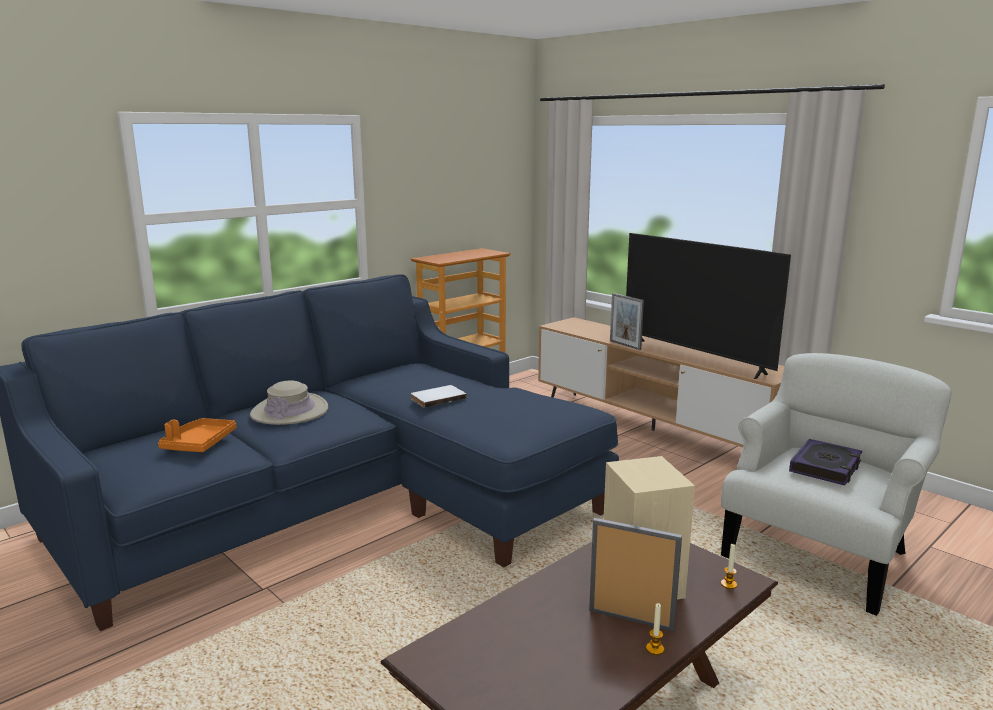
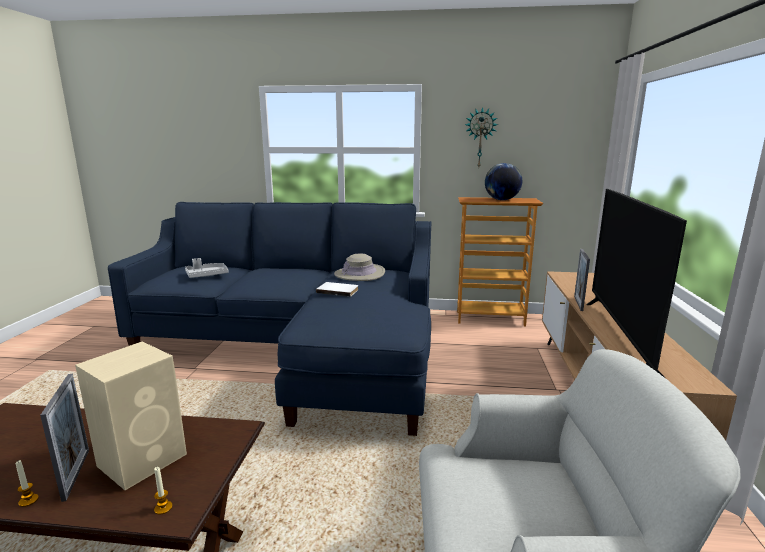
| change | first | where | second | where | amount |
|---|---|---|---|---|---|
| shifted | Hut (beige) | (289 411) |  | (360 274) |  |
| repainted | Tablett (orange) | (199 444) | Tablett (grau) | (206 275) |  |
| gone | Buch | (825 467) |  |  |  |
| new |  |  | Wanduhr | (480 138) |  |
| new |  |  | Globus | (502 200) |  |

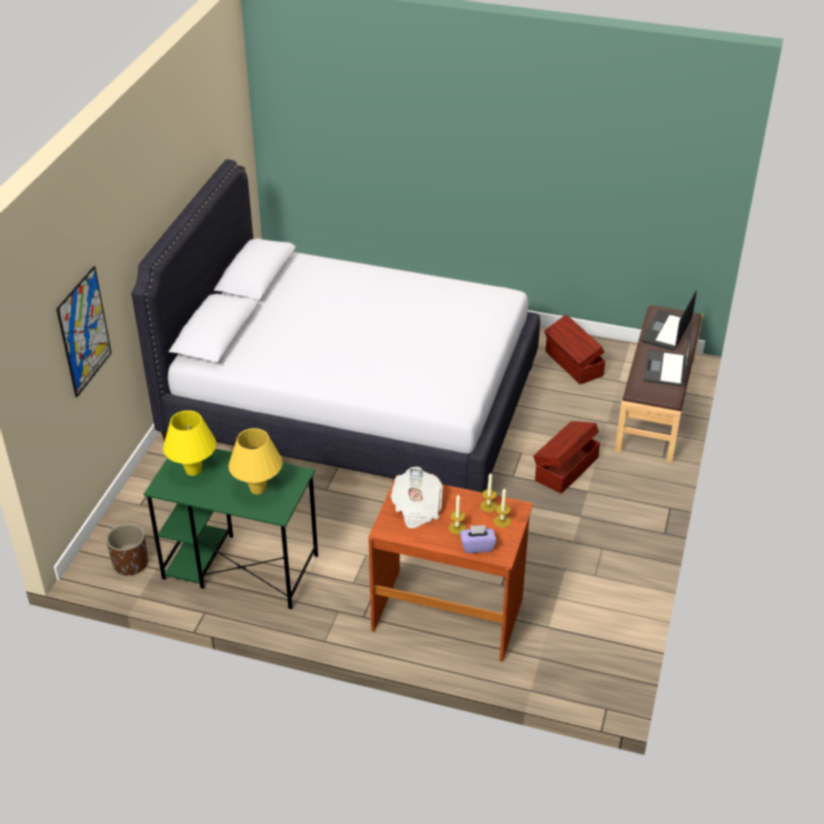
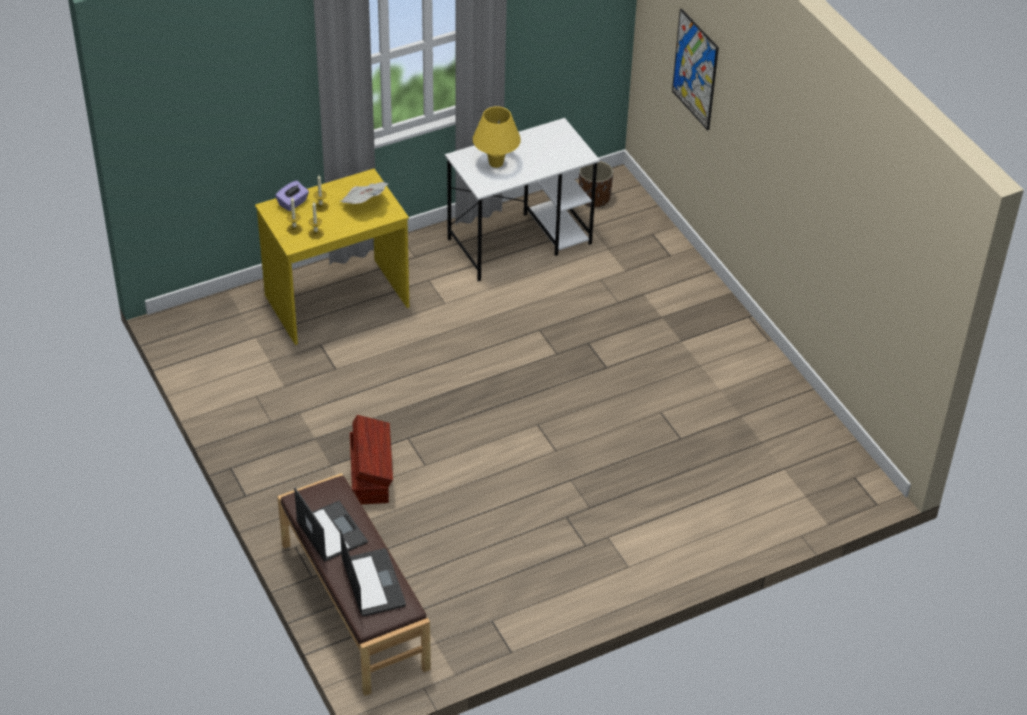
| change | first | where | second | where | amount |
|---|---|---|---|---|---|
| gone | Bett (weiß) | (353 404) |  |  |  |
| gone | Aufbewahrungsbox (braun) | (573 364) |  |  |  |
| gone | Tischlampe (gelb) | (193 470) |  |  |  |
| repainted | Schreibtisch (grün) | (239 567) | Schreibtisch (weiß) | (520 241) |  |
| repainted | Schreibtisch (braun) | (448 613) | Schreibtisch (gelb) | (337 302) |  |

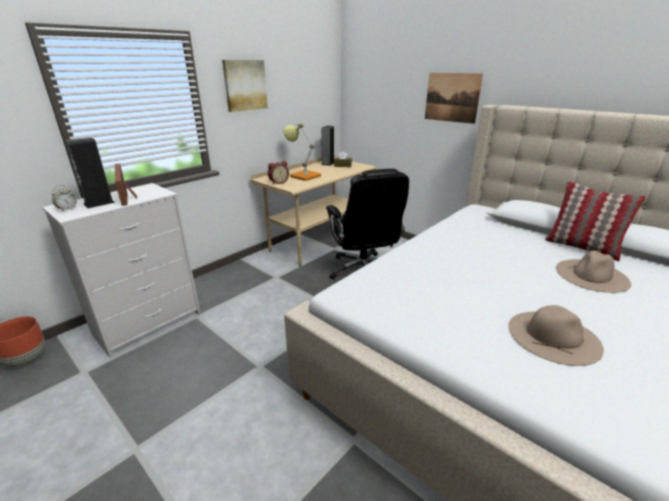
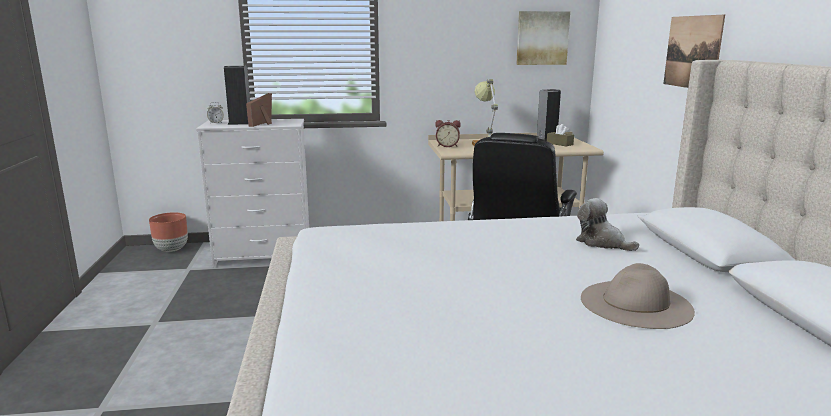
| change | first | where | second | where | amount |
|---|---|---|---|---|---|
| shifted | Bild | (245 85) |  | (542 38) |  |
| gone | Kissen | (582 247) |  |  |  |
| gone | Hut (beige) | (553 336) |  |  |  |
| new |  |  | Plüschtier | (602 243) |  |

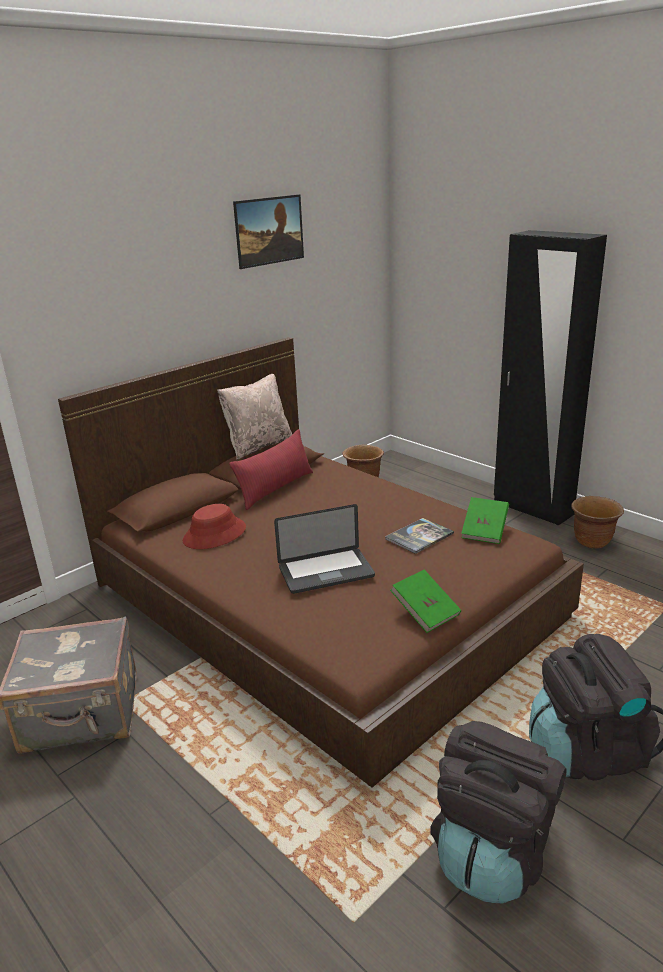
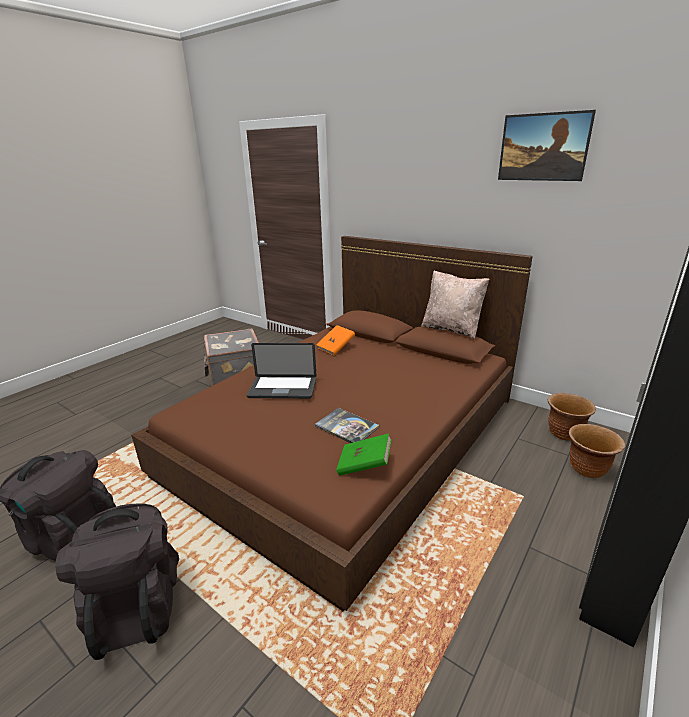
| change | first | where | second | where | amount |
|---|---|---|---|---|---|
| gone | Kissen (rot) | (275 488) |  |  |  |
| shifted | Pflanzkübel (braun) | (592 541) |  | (587 469) |  |
| swapped | Hut (rot) | (215 534) | Buch (orange) | (336 348) |  |
| rotated | Laptop | (326 572) |  | (282 389) | 60 degrees counterclockwise |
| gone | Buch (grün) | (425 613) |  |  |  |

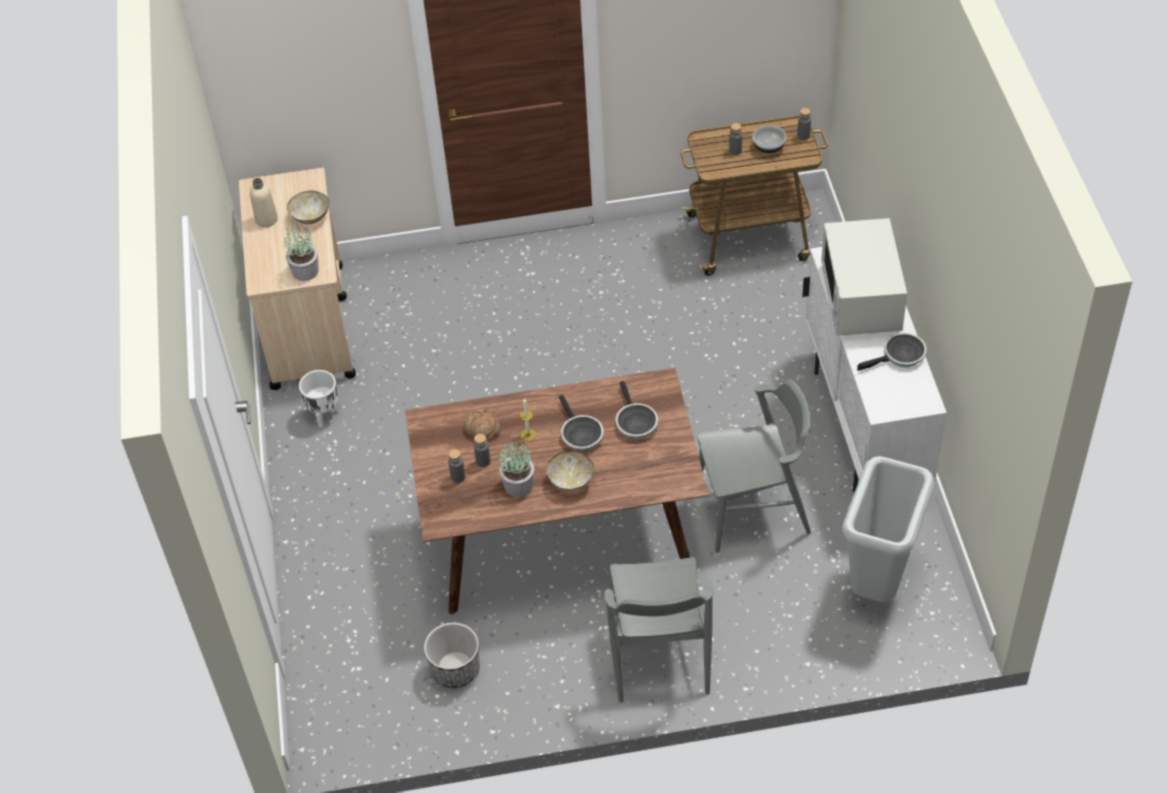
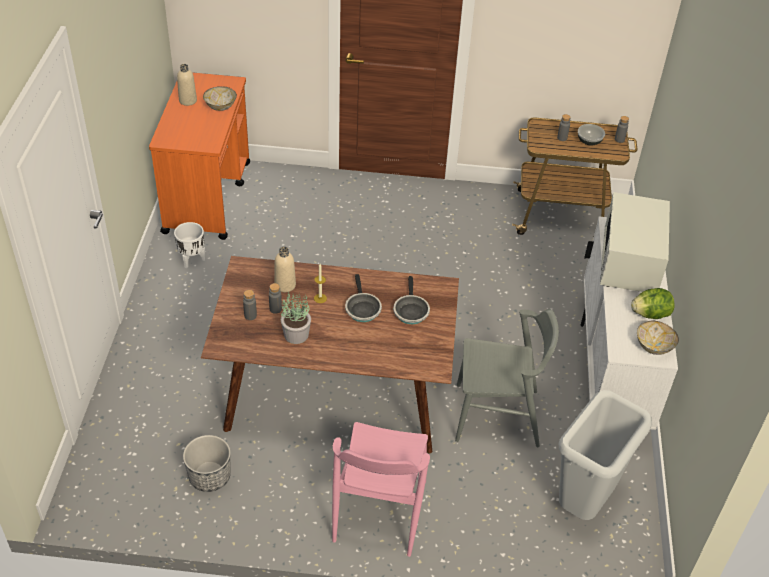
| change | first | where | second | where | amount |
|---|---|---|---|---|---|
| repainted | Rollwagen (beige) | (308 325) | Rollwagen (orange) | (208 196) |  |
| gone | Topfpflanze | (305 271) |  |  |  |
| swapped | Pfanne | (900 356) | Salatkopf | (650 314) |  |
| swapped | Brot | (482 429) | Flasche (beige) | (285 285) |  |
| shifted | Schüssel | (571 481) |  | (654 347) |  |
| repainted | Stuhl (grau) | (659 654) | Stuhl (rosa) | (379 511) |  |

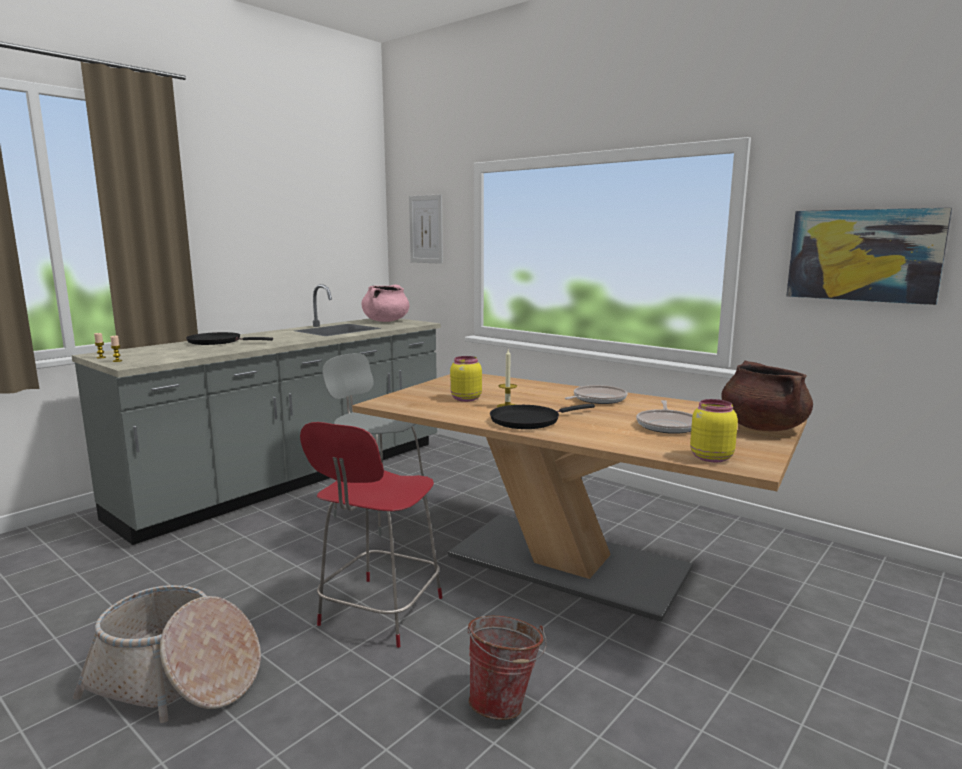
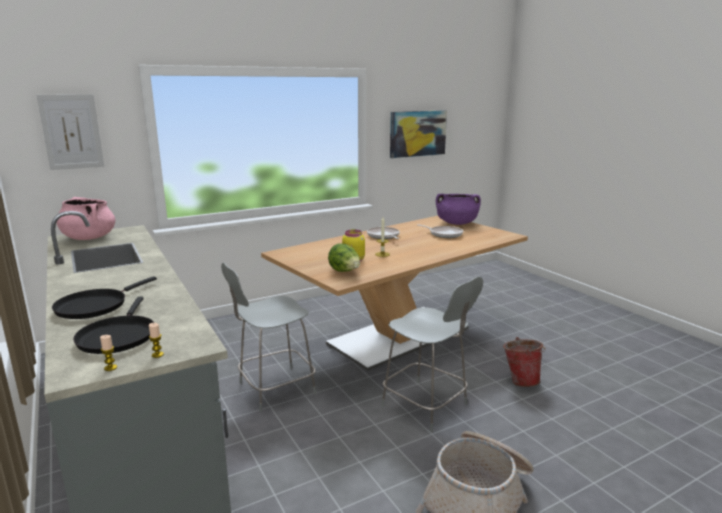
| change | first | where | second | where | amount |
|---|---|---|---|---|---|
| repainted | Kochtopf (braun) | (762 427) | Kochtopf (lila) | (456 223) |  |
| gone | Vorratsglas (gelb) | (710 457) |  |  |  |
| shifted | Pfanne (schwarz) | (528 420) |  | (118 336) |  |
| repainted | Stuhl (rot) | (379 613) | Stuhl (grau) | (427 406) |  |
| new |  |  | Salatkopf | (345 272) |  |

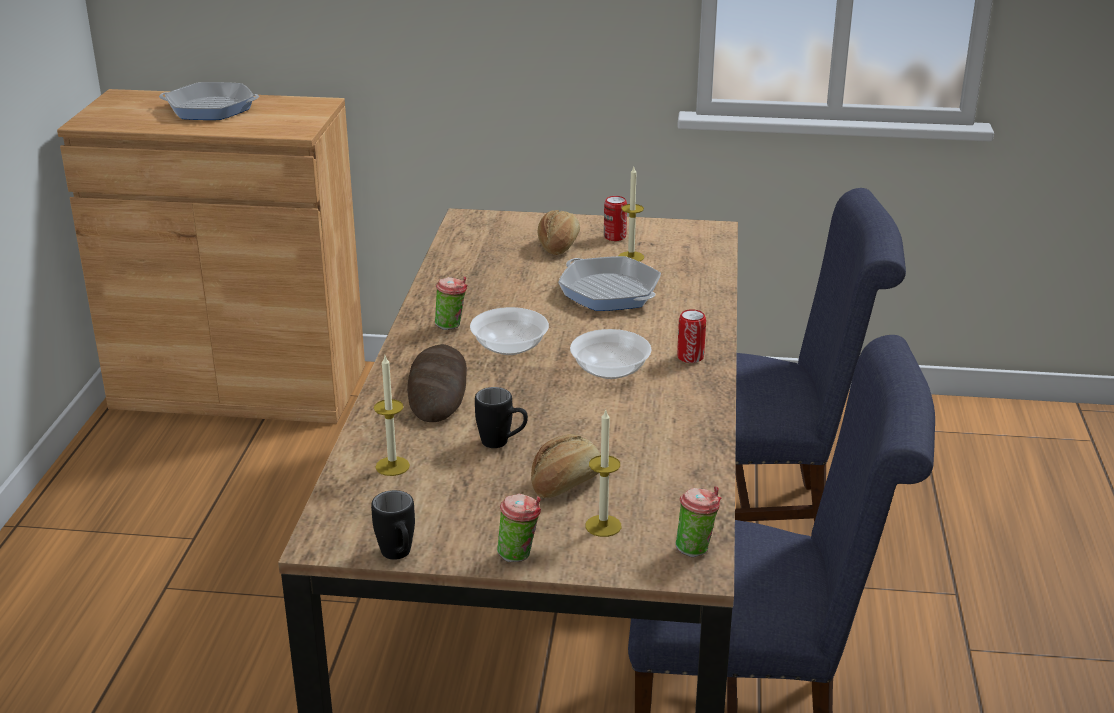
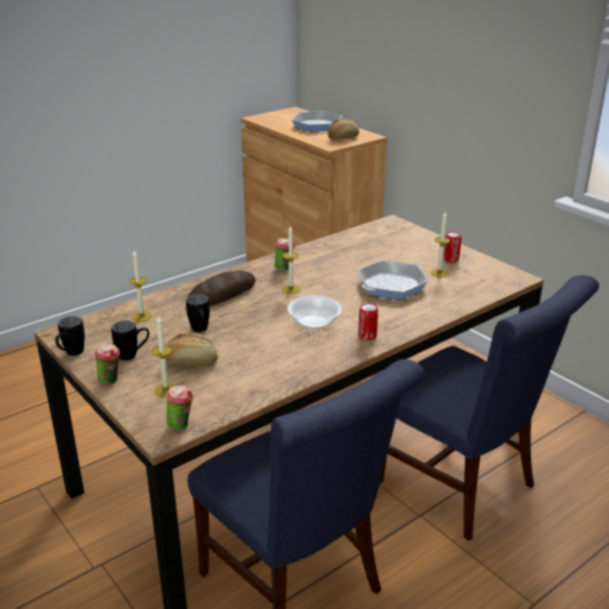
| change | first | where | second | where | amount |
|---|---|---|---|---|---|
| shifted | Brot | (558 245) |  | (342 138) |  |
| rotated | Pfanne | (609 292) |  | (391 285) | 135 degrees counterclockwise |
| swapped | Schüssel | (509 346) | Kerze | (291 289) |  |
| new |  |  | Henkelbecher (schwarz) | (133 355) |  |

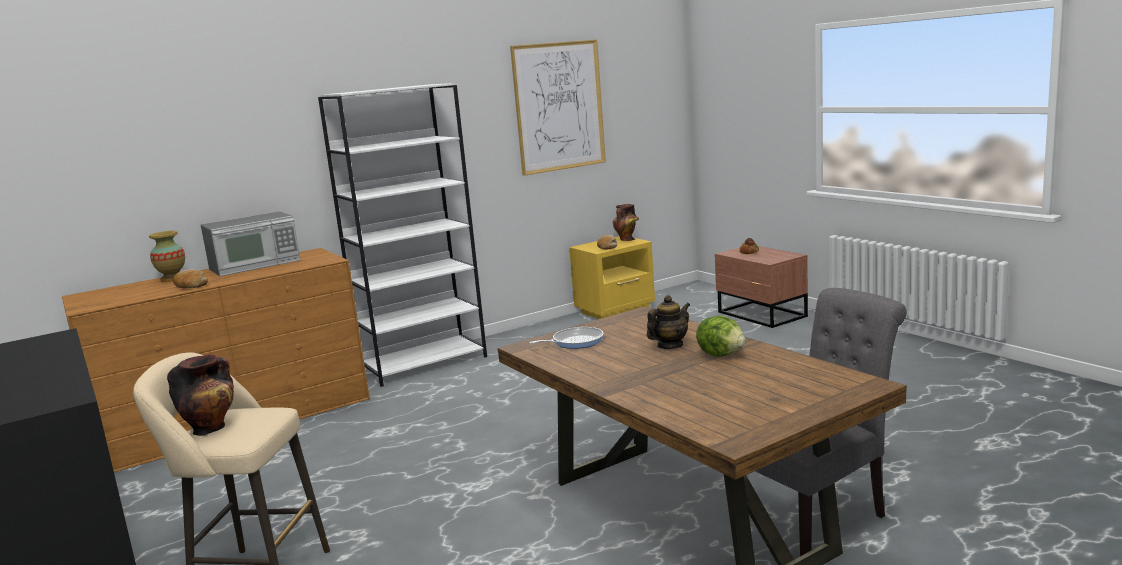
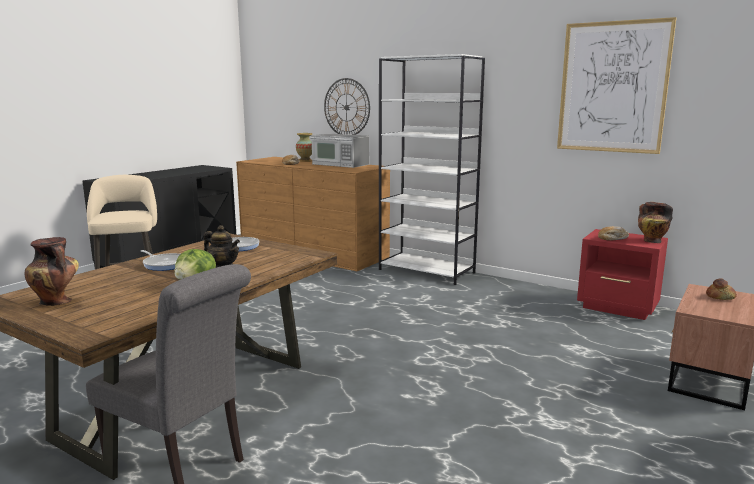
| change | first | where | second | where | amount |
|---|---|---|---|---|---|
| repainted | Nachttisch (gelb) | (616 310) | Nachttisch (rot) | (618 307) |  |
| shifted | Vase | (211 428) |  | (57 302) |  |
| new |  |  | Wanduhr | (346 107) |  |
| new |  |  | Pfanne | (165 264) |  |

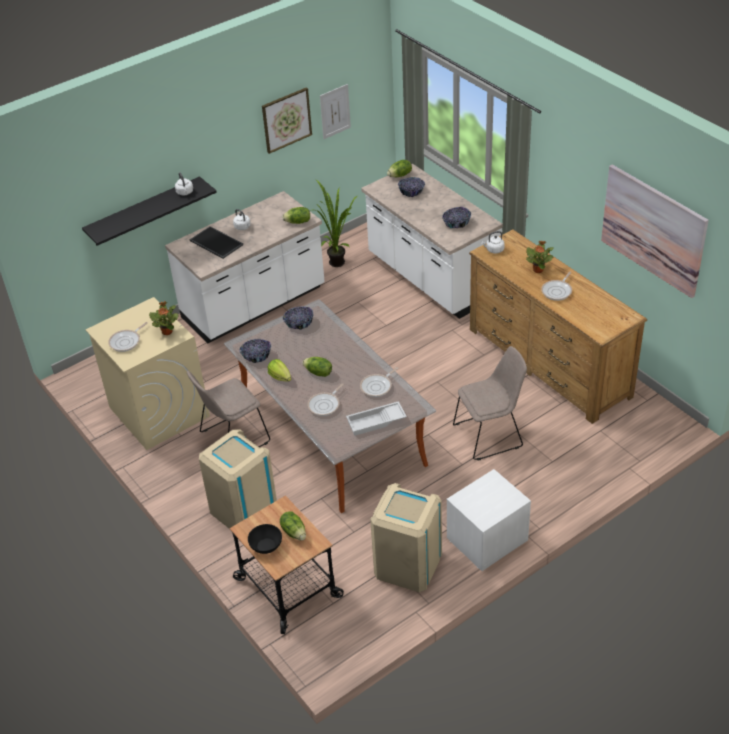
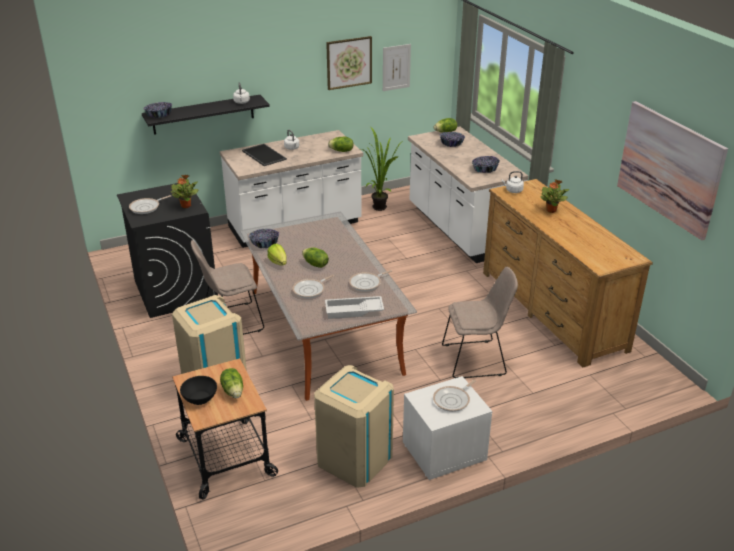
| change | first | where | second | where | amount |
|---|---|---|---|---|---|
| shifted | Pfanne | (557 291) |  | (453 400) |  |
| repainted | Waschmaschine (beige) | (158 411) | Waschmaschine (schwarz) | (175 290) |  |
| shifted | Schüssel | (299 323) |  | (159 115) |  |

